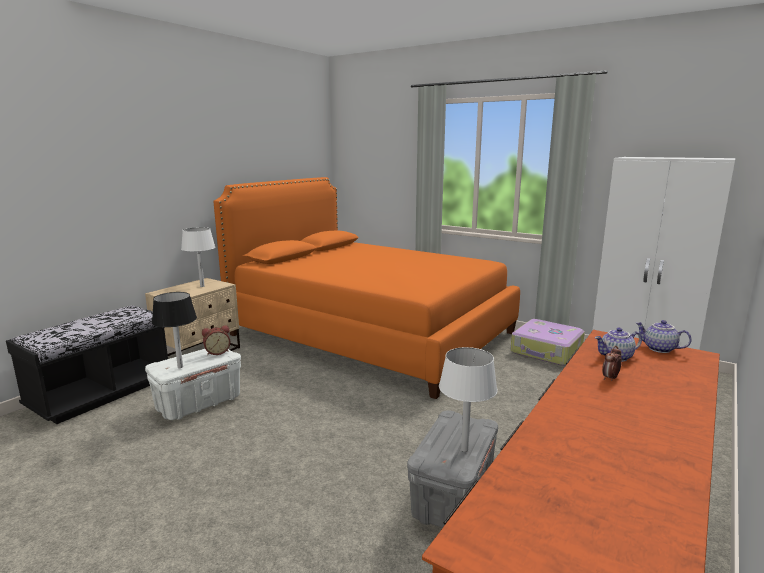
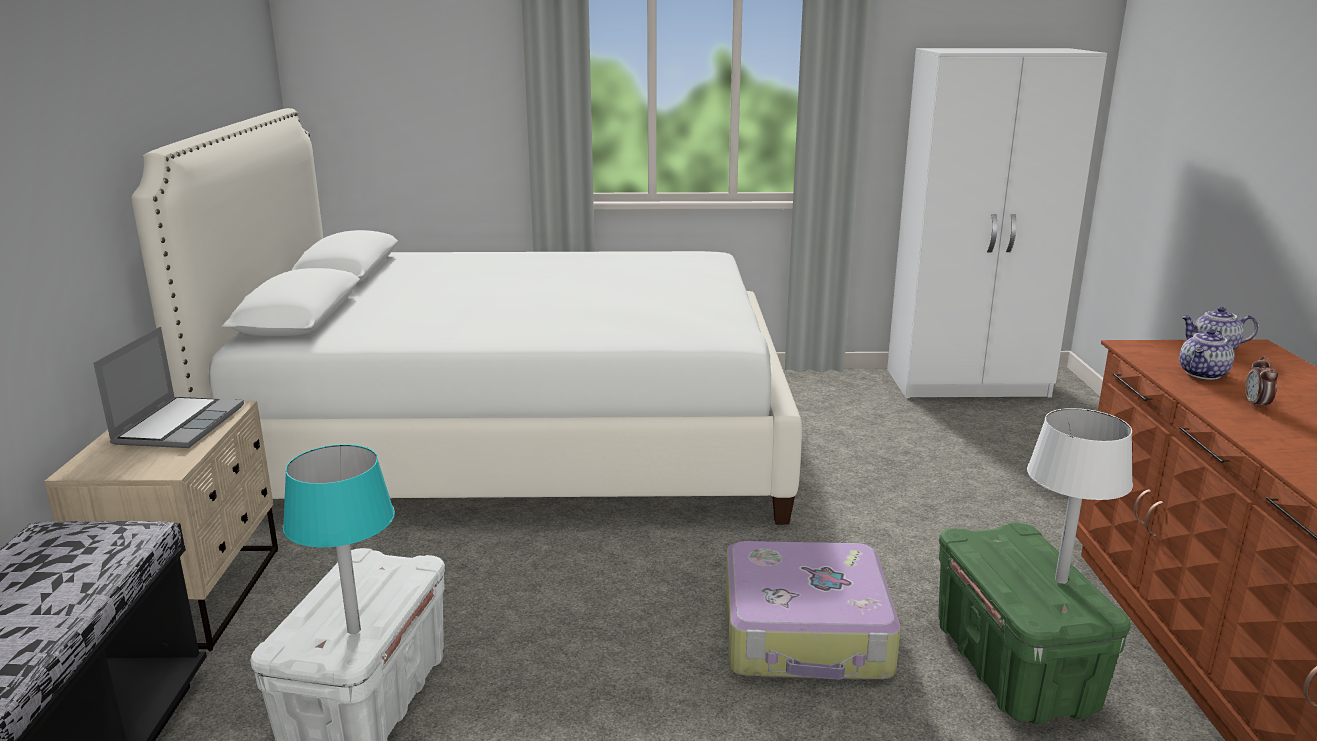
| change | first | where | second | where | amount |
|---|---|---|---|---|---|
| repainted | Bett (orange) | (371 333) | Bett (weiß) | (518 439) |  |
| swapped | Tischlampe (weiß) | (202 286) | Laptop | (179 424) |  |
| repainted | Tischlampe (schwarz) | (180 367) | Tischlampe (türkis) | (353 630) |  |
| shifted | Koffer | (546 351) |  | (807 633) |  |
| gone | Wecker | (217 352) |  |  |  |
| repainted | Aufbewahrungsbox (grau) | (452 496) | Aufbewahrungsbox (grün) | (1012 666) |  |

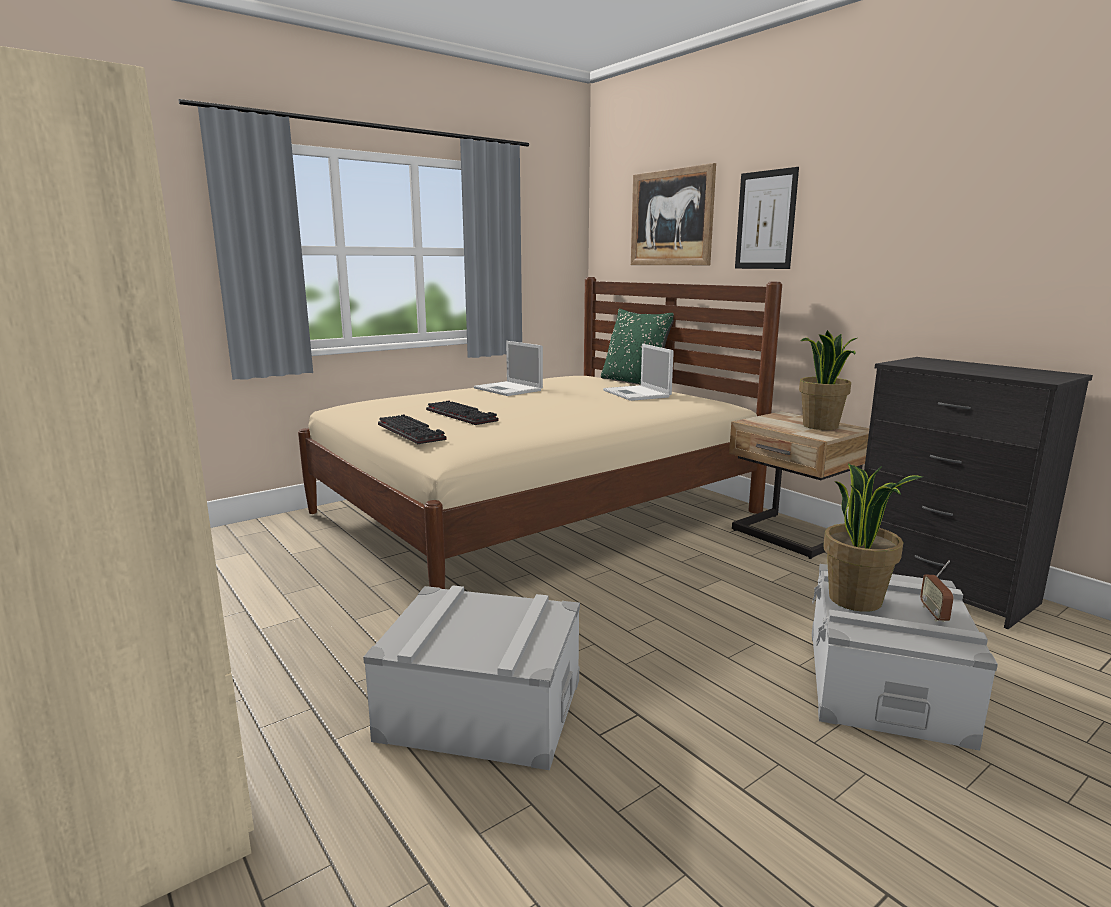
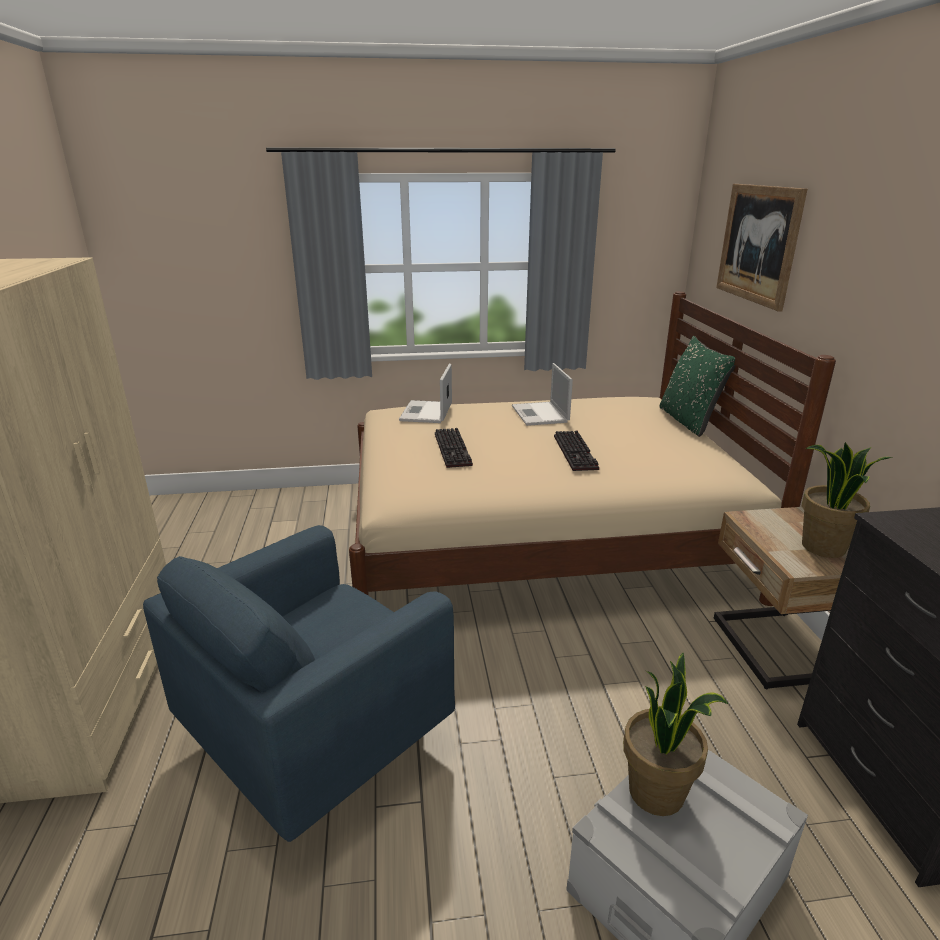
| change | first | where | second | where | amount |
|---|---|---|---|---|---|
| gone | Bild | (765 220) |  |  |  |
| shifted | Laptop | (637 394) |  | (426 413) |  |
| shifted | Tastatur | (413 432) |  | (577 453) |  |
| gone | Radio | (934 614) |  |  |  |
| swapped | Aufbewahrungsbox (grau) | (481 709) | Sessel (blau) | (319 739) |  |

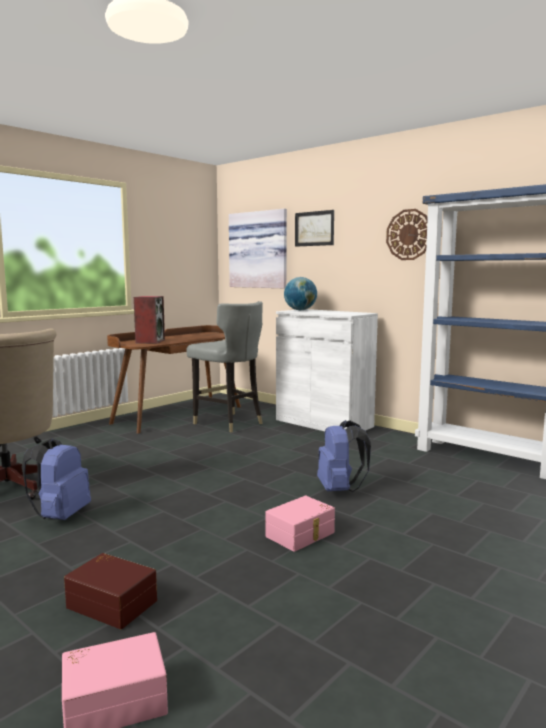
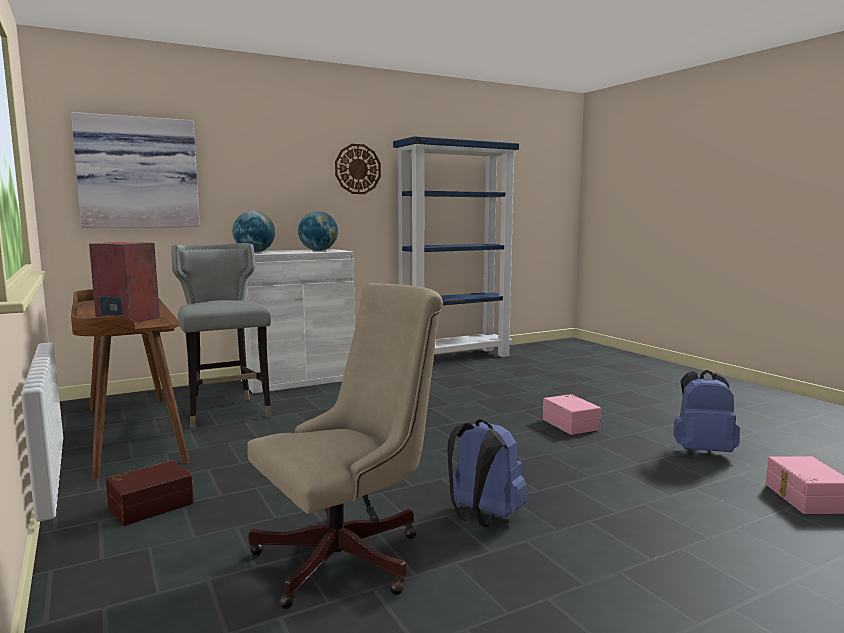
| change | first | where | second | where | amount |
|---|---|---|---|---|---|
| gone | Bild | (314 228) |  |  |  |
| rotated | Stuhl (grau) | (228 423) |  | (227 413) | 90 degrees counterclockwise |
| shifted | Rucksack (blau) | (340 490) |  | (702 450) |  |
| shifted | Aufbewahrungsbox (braun) | (113 603) |  | (150 505) |  |
| new |  |  | Globus | (318 250) |  |

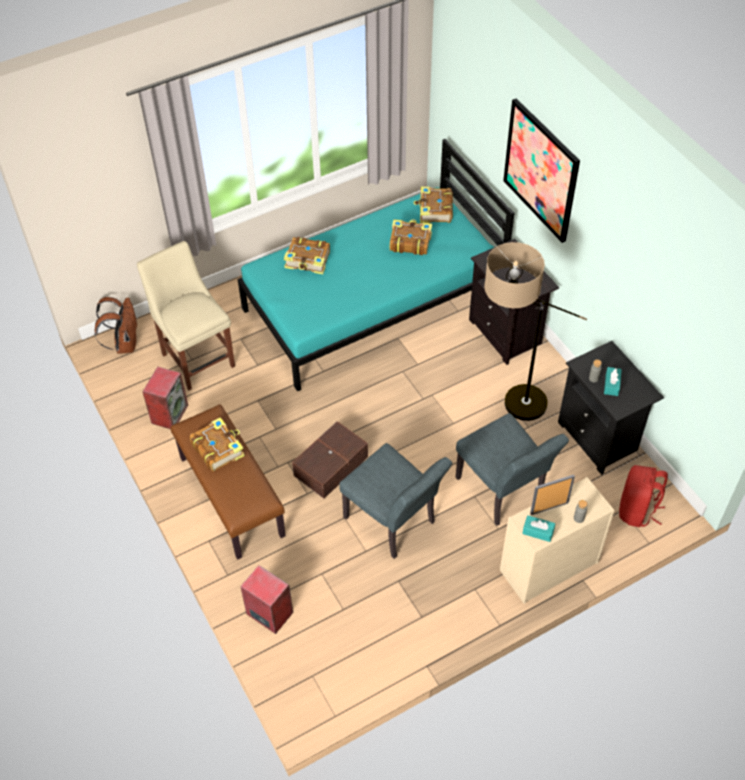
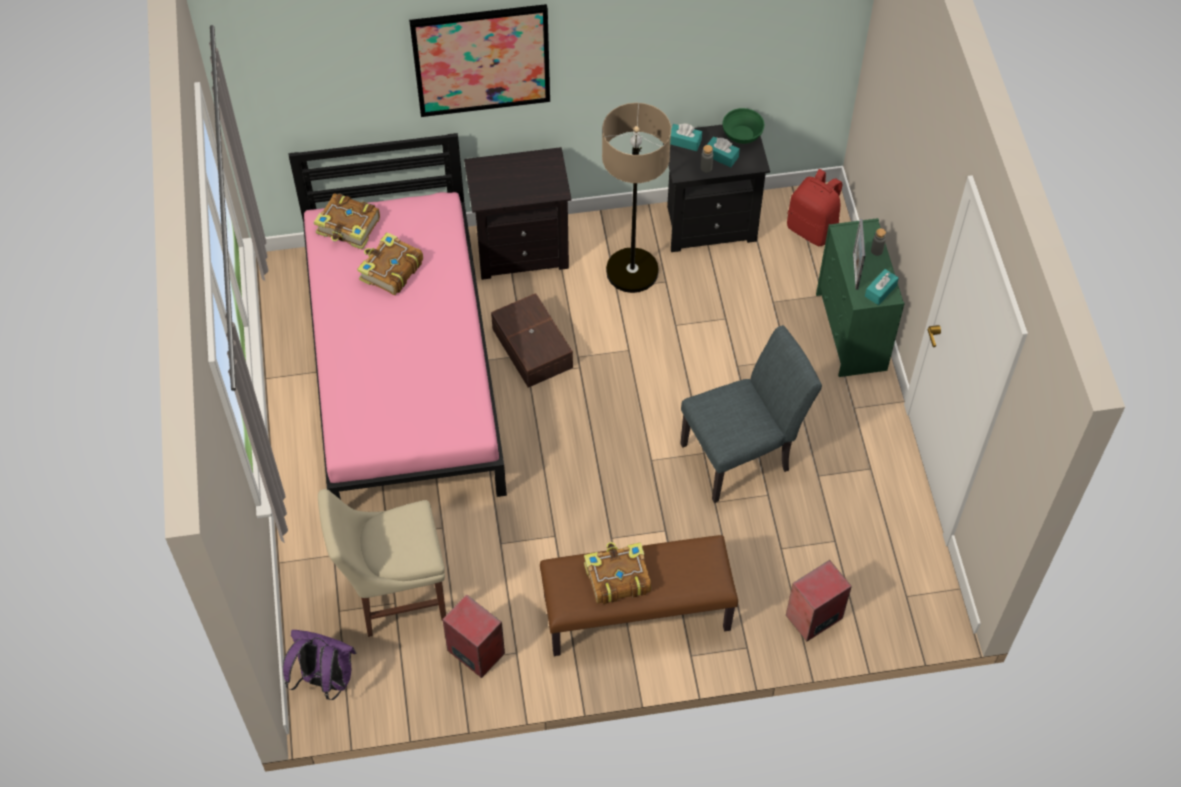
| change | first | where | second | where | amount |
|---|---|---|---|---|---|
| repainted | Bett (türkis) | (373 303) | Bett (rosa) | (404 368) |  |
| gone | Buch | (308 261) |  |  |  |
| repainted | Rucksack (braun) | (124 344) | Rucksack (lila) | (325 679) |  |
| gone | Stuhl (grau) | (503 493) |  |  |  |
| shifted | Aufbewahrungsbox (braun) | (329 466) |  | (531 349) |  |
| repainted | Kommode (beige) | (548 567) | Kommode (grün) | (851 333) |  |
| new |  |  | Schüssel (grün) | (742 135) |  |
| new |  |  | Taschentuchbox (türkis) | (684 141) |  |

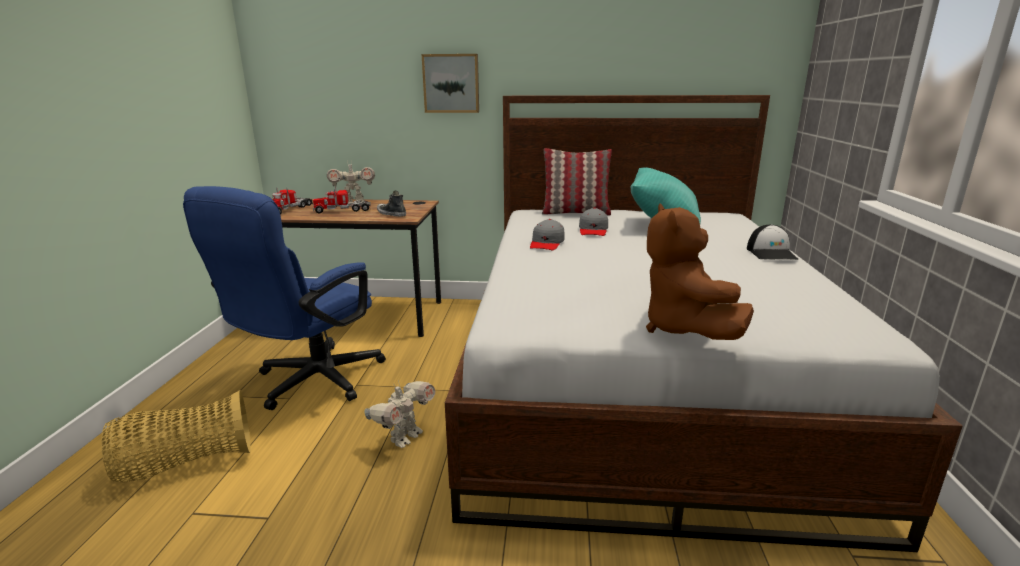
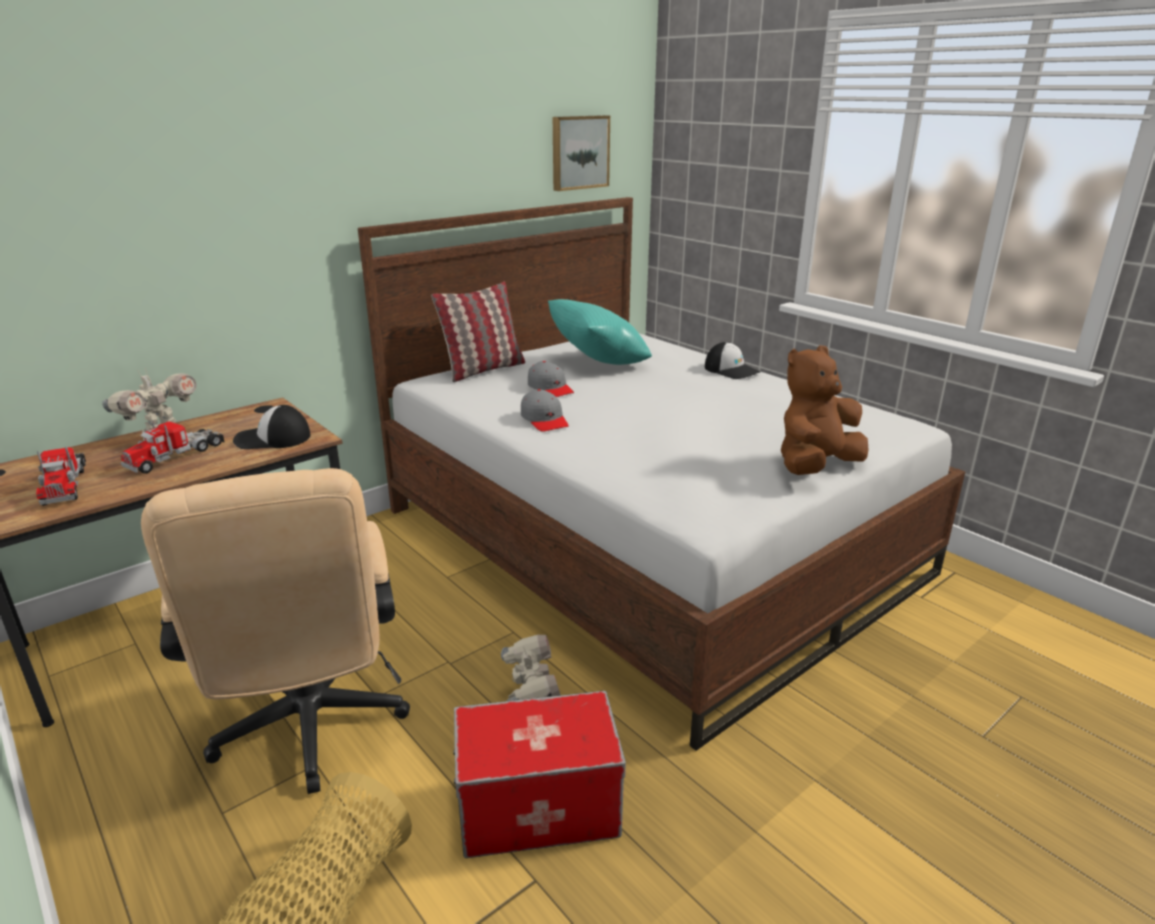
| change | first | where | second | where | amount |
|---|---|---|---|---|---|
| shifted | Bild | (451 83) |  | (579 152) |  |
| repainted | Bürostuhl (blau) | (310 383) | Bürostuhl (beige) | (310 731) |  |
| swapped | Schuh | (391 214) | Kappe | (272 439) |  |
| rotated | Plüschtier (braun) | (684 329) |  | (815 466) | 105 degrees clockwise |
| new |  |  | Aufbewahrungsbox | (538 808) |  |

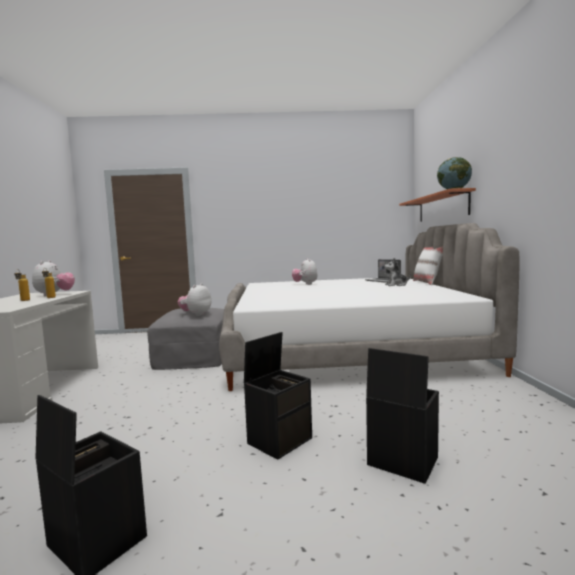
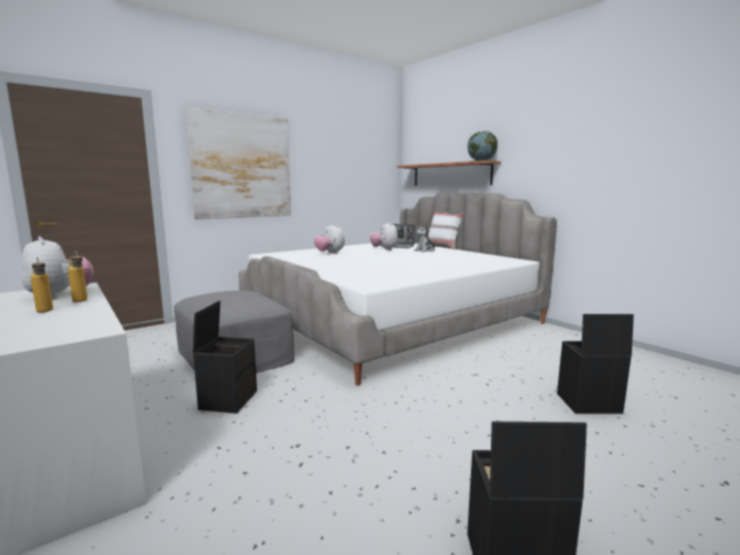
| change | first | where | second | where | amount |
|---|---|---|---|---|---|
| shifted | Plüschtier | (196 314) |  | (384 249) |  |
| shifted | Aufbewahrungsbox (schwarz) | (280 440) |  | (228 399) |  |
| new |  |  | Bild | (242 166) |  |

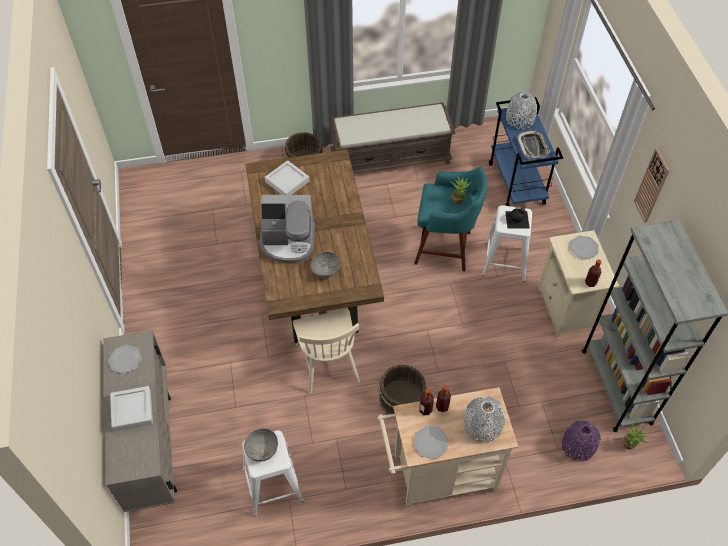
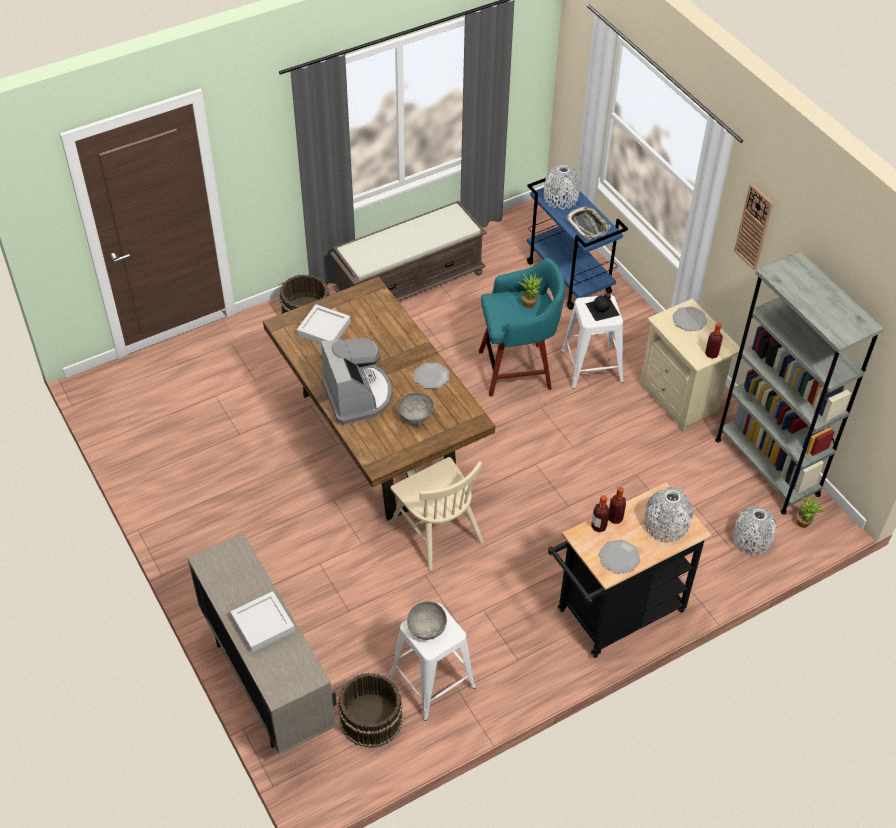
| change | first | where | second | where | amount |
|---|---|---|---|---|---|
| rotated | Kaffeemaschine | (288 242) |  | (357 396) | 90 degrees counterclockwise |
| shifted | Teller | (125 360) |  | (431 376) |  |
| shifted | Eimer (braun) | (401 398) |  | (370 719) |  |
| repainted | Rollwagen (beige) | (437 475) | Rollwagen (schwarz) | (614 615) |  |
| repainted | Vase (lila) | (578 446) | Vase (grau) | (751 539) |  |

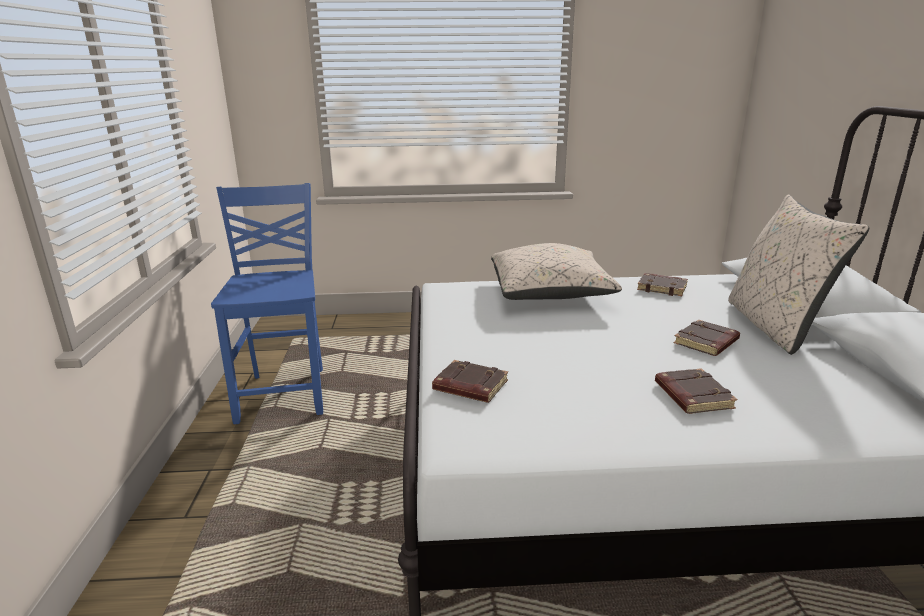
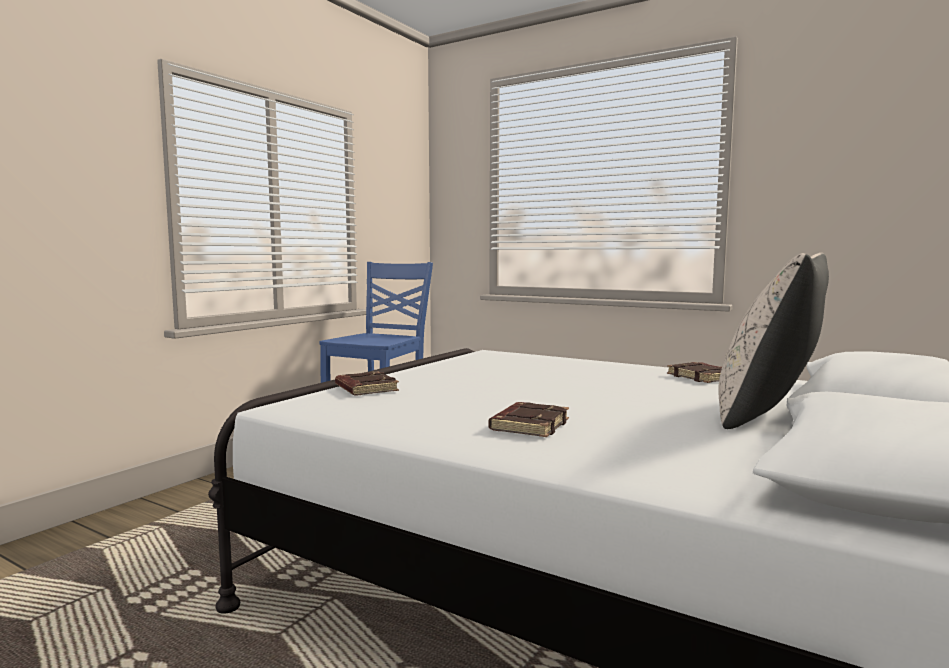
| change | first | where | second | where | amount |
|---|---|---|---|---|---|
| gone | Kissen (beige) | (550 293) |  |  |  |
| gone | Buch (braun) | (706 343) |  |  |  |

